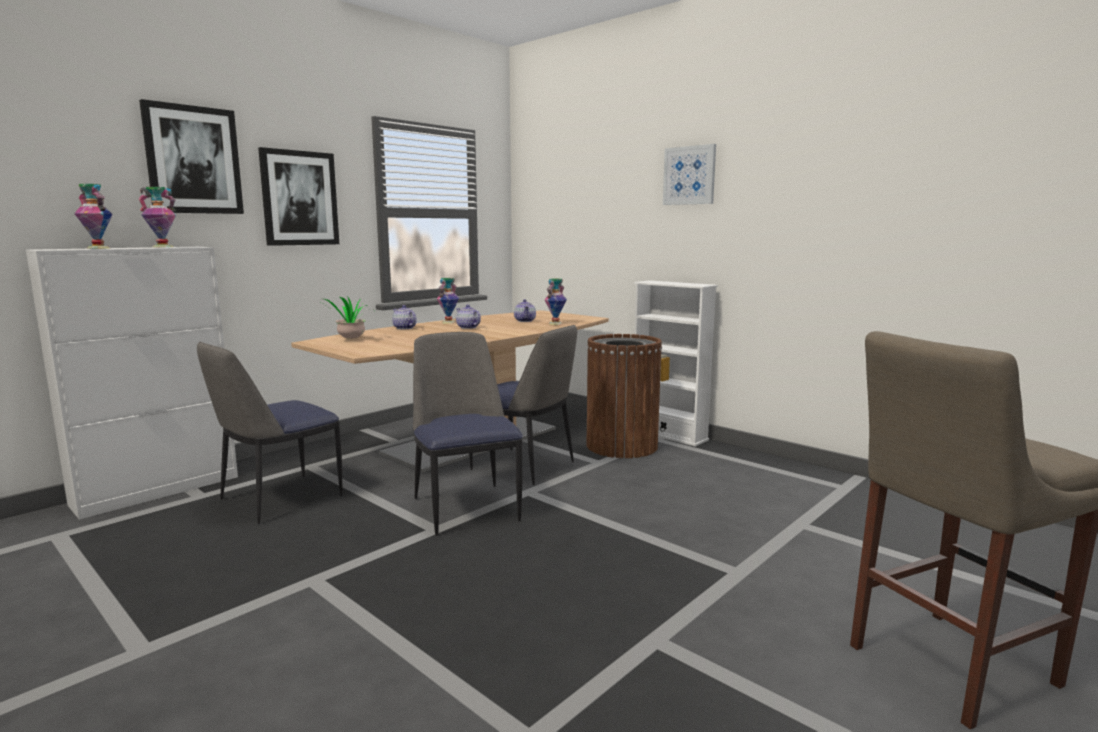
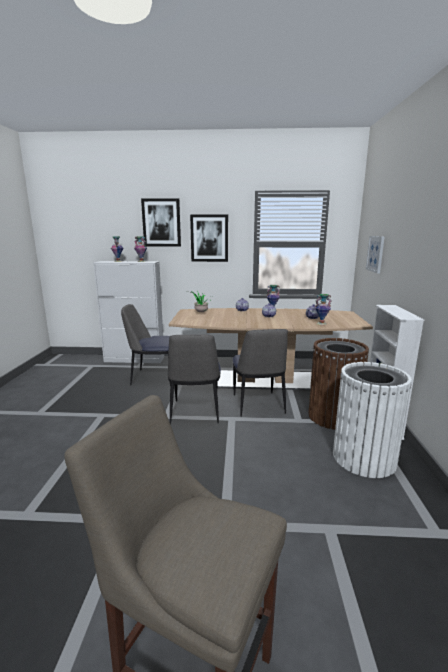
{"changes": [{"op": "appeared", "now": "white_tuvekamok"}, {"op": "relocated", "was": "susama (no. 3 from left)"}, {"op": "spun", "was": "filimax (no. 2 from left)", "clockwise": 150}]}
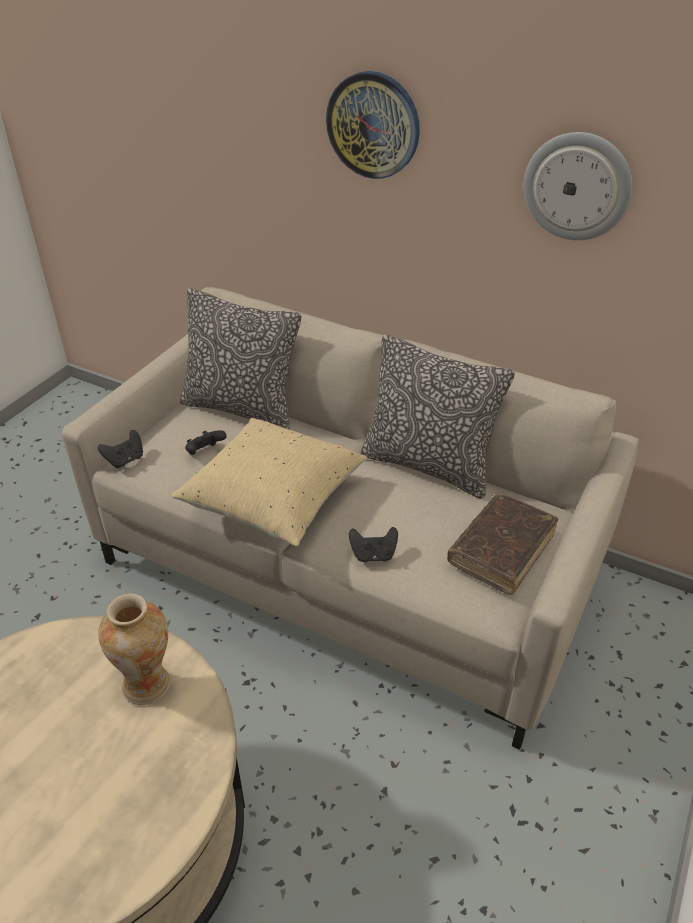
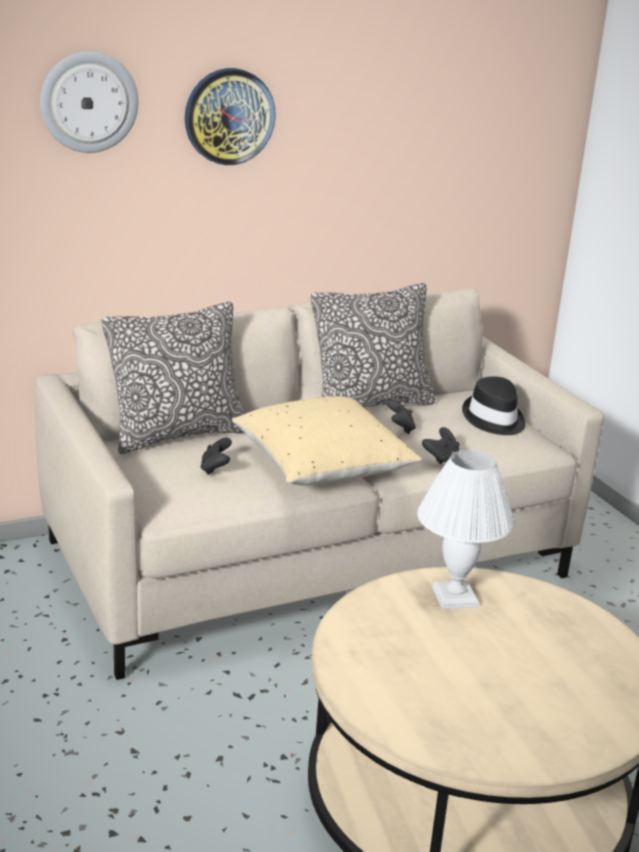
{"changes": [{"op": "relocated", "was": "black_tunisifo (no. 1 from left in the first image)", "now": "black_tunisifo (no. 2 from left)"}, {"op": "relocated", "was": "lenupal (no. 2 from left in the first image)", "now": "lenupal (no. 1 from left)"}, {"op": "exchanged", "was": "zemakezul", "now": "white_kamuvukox"}, {"op": "exchanged", "was": "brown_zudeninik", "now": "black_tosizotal"}]}
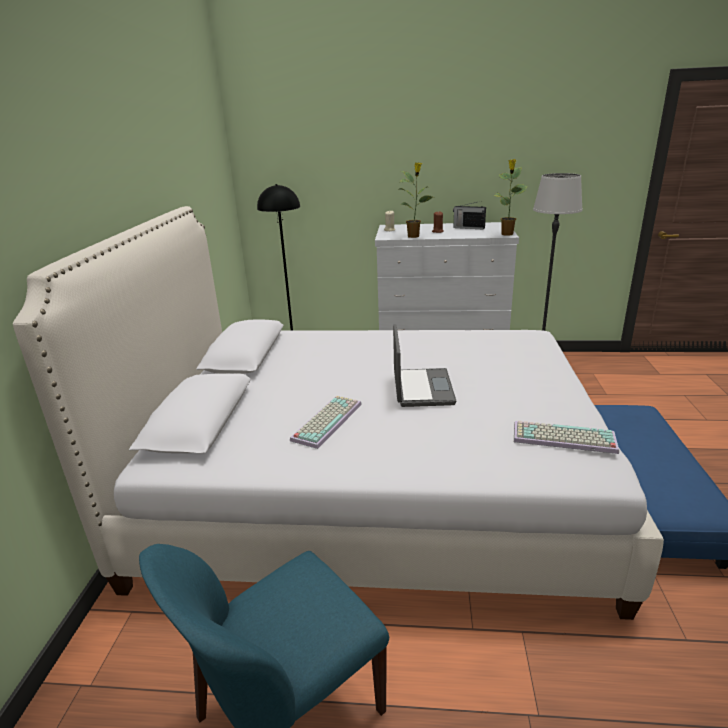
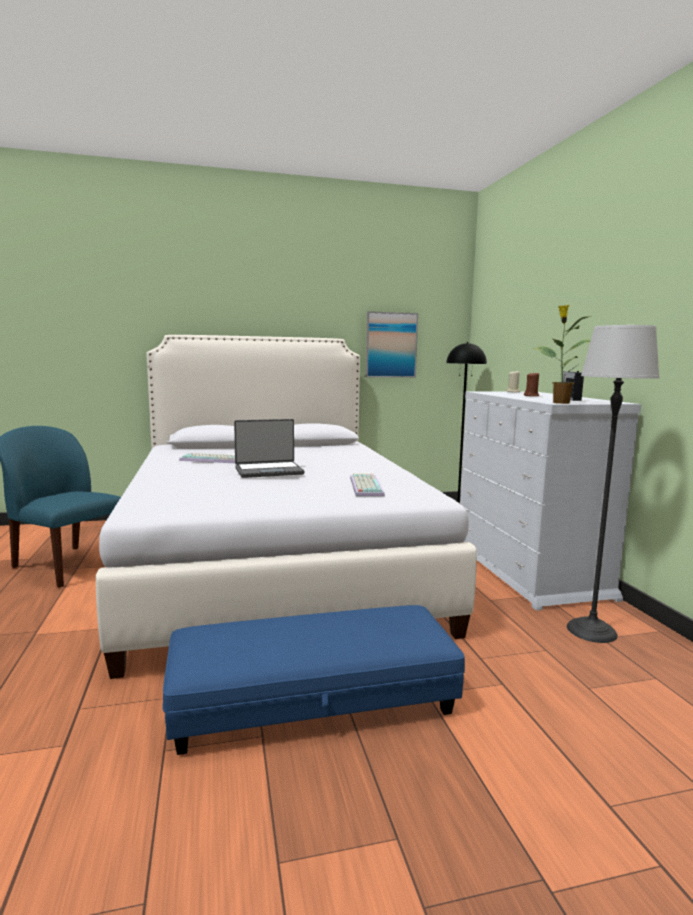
{"changes": [{"op": "missing", "was": "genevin (no. 1 from left)"}, {"op": "appeared", "now": "susama"}, {"op": "relocated", "was": "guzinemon (no. 2 from left)"}]}
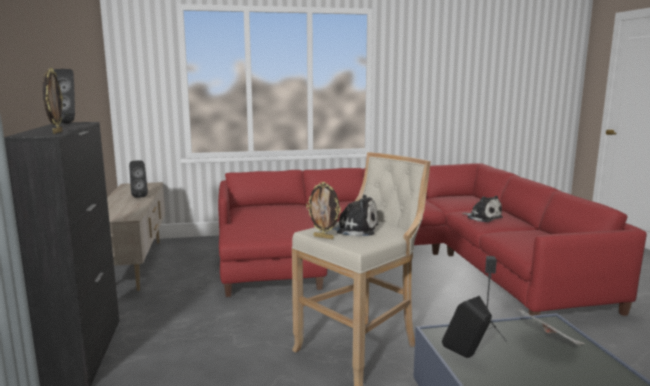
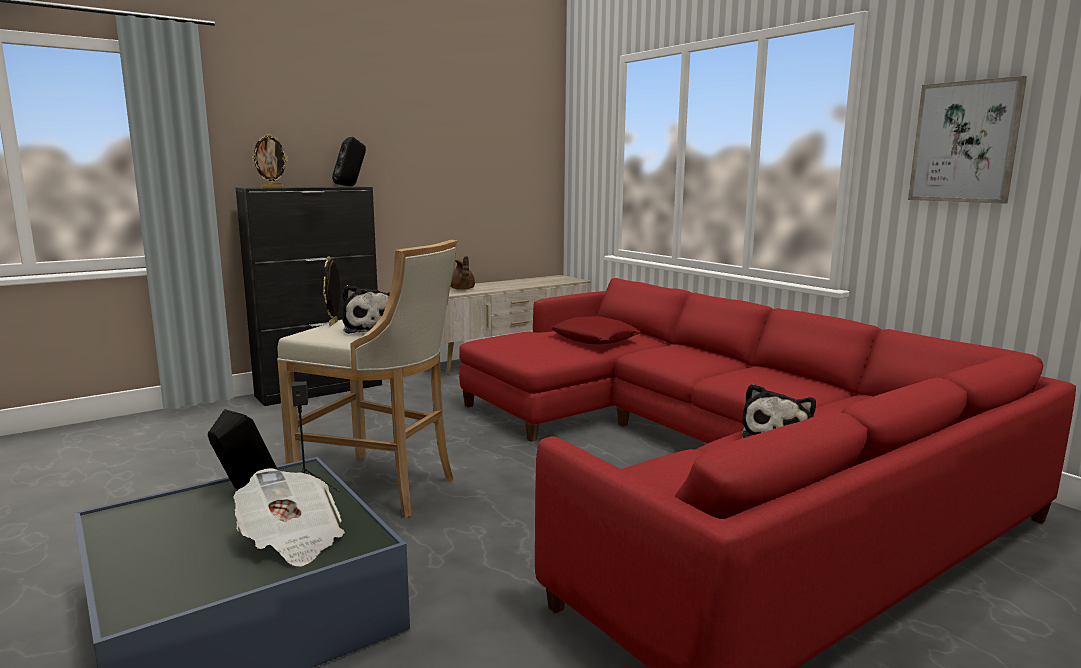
{"changes": [{"op": "missing", "was": "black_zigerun (no. 2 from left)"}, {"op": "appeared", "now": "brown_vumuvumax"}, {"op": "appeared", "now": "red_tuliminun"}, {"op": "appeared", "now": "susama"}]}
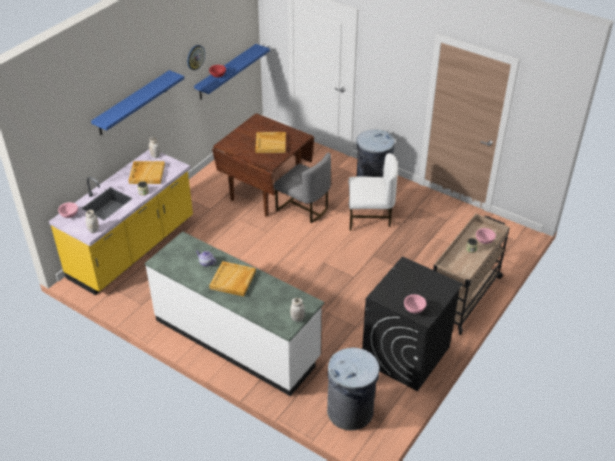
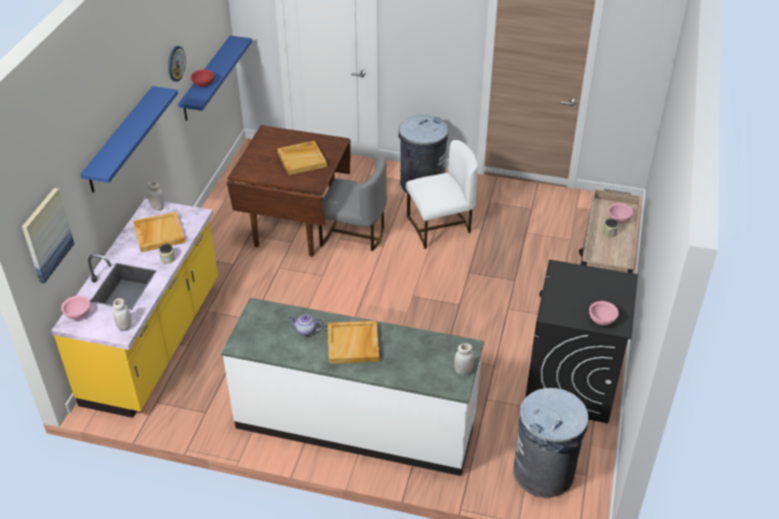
{"changes": [{"op": "appeared", "now": "susama"}]}
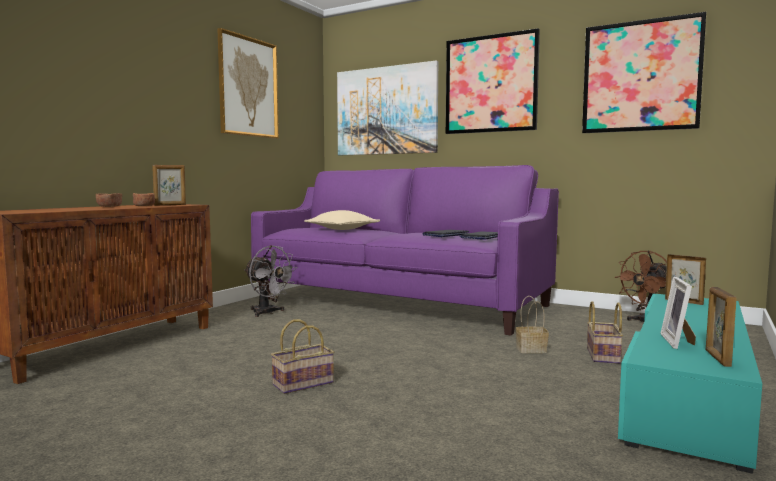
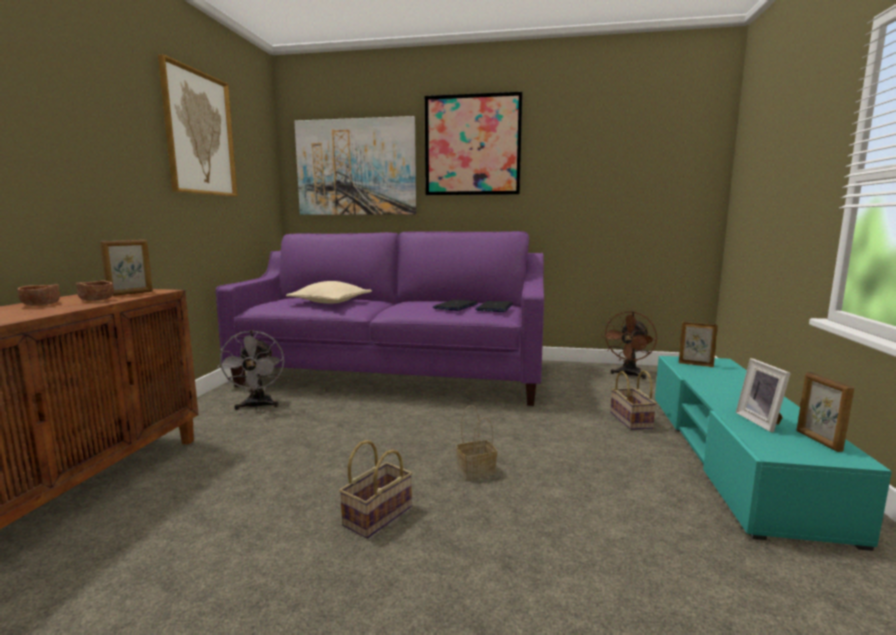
{"changes": [{"op": "missing", "was": "susama (no. 4 from left)"}, {"op": "relocated", "was": "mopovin (no. 2 from left)"}, {"op": "spun", "was": "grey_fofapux", "clockwise": 60}]}
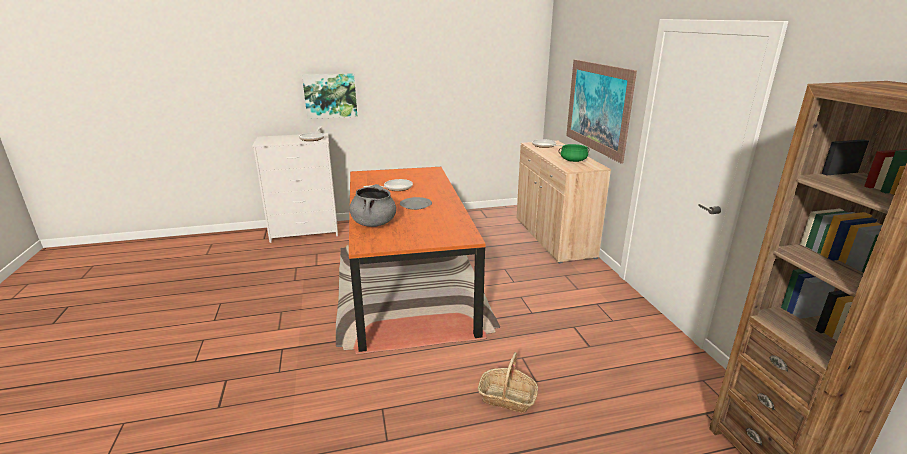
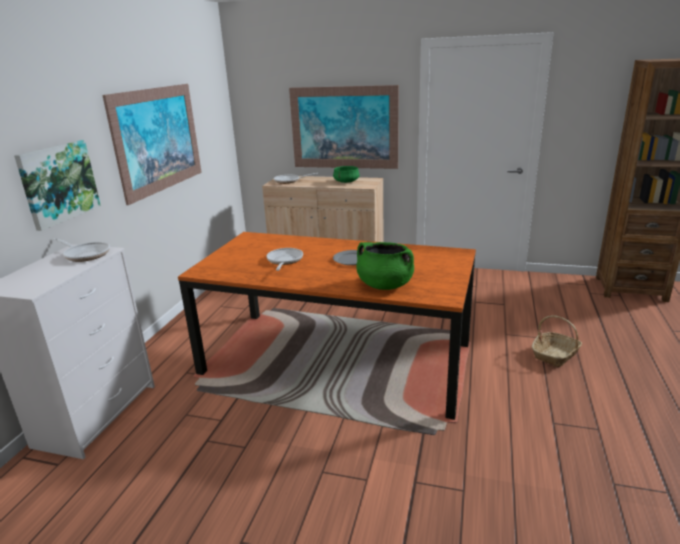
{"changes": [{"op": "appeared", "now": "susama (no. 2 from left)"}, {"op": "colour", "was": "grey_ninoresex", "now": "green_ninoresex (no. 2 from left)"}]}
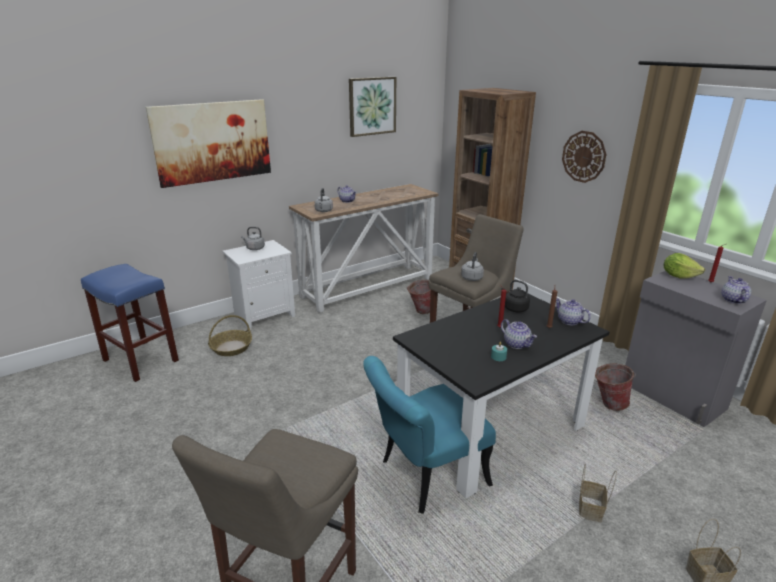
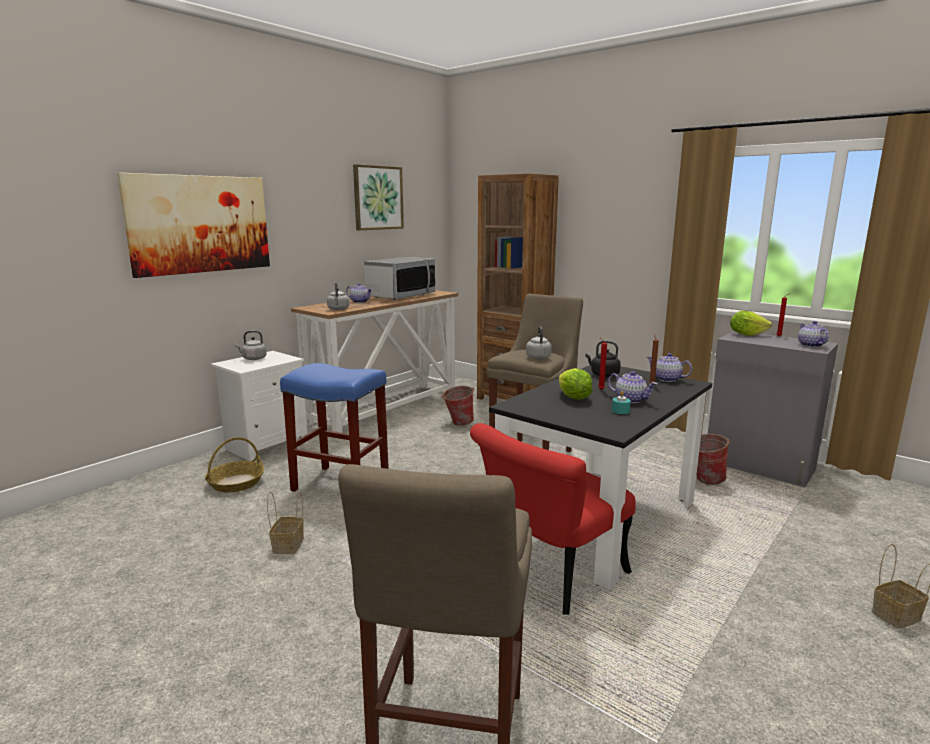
{"changes": [{"op": "missing", "was": "lenupal"}, {"op": "appeared", "now": "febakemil"}, {"op": "appeared", "now": "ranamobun (no. 1 from left)"}, {"op": "relocated", "was": "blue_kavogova"}, {"op": "relocated", "was": "mopovin (no. 2 from left)"}, {"op": "colour", "was": "turquoise_filimax", "now": "red_filimax"}]}
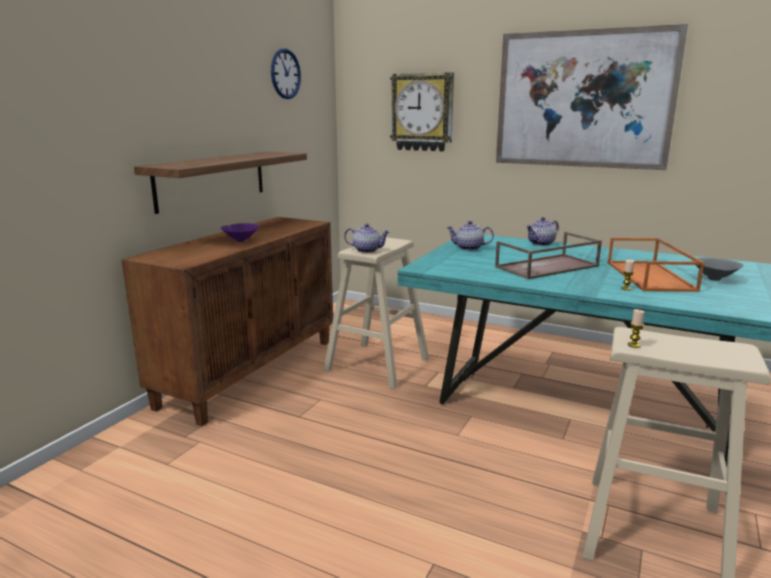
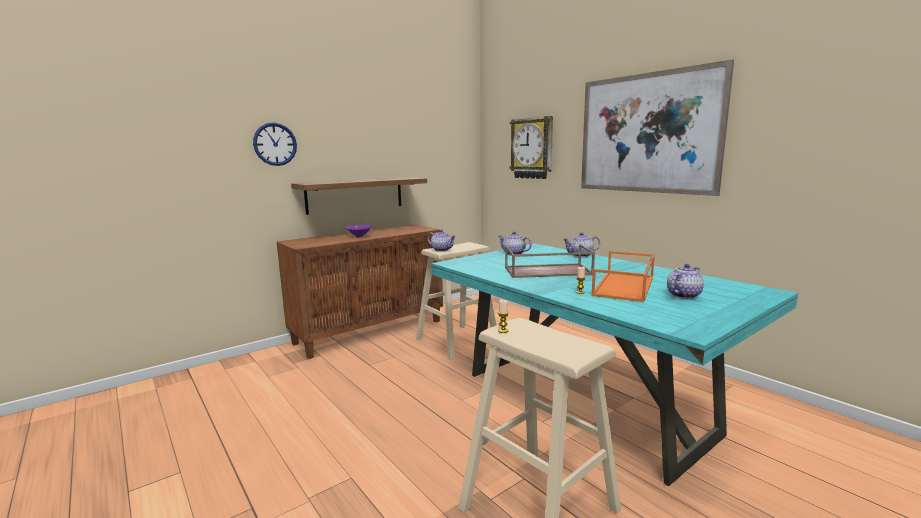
{"changes": [{"op": "relocated", "was": "lenupal (no. 1 from left)"}, {"op": "exchanged", "was": "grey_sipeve", "now": "vumuvumax (no. 4 from left)"}]}
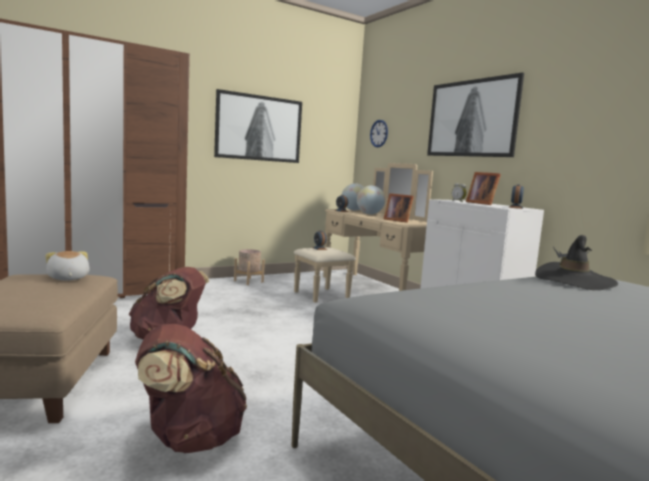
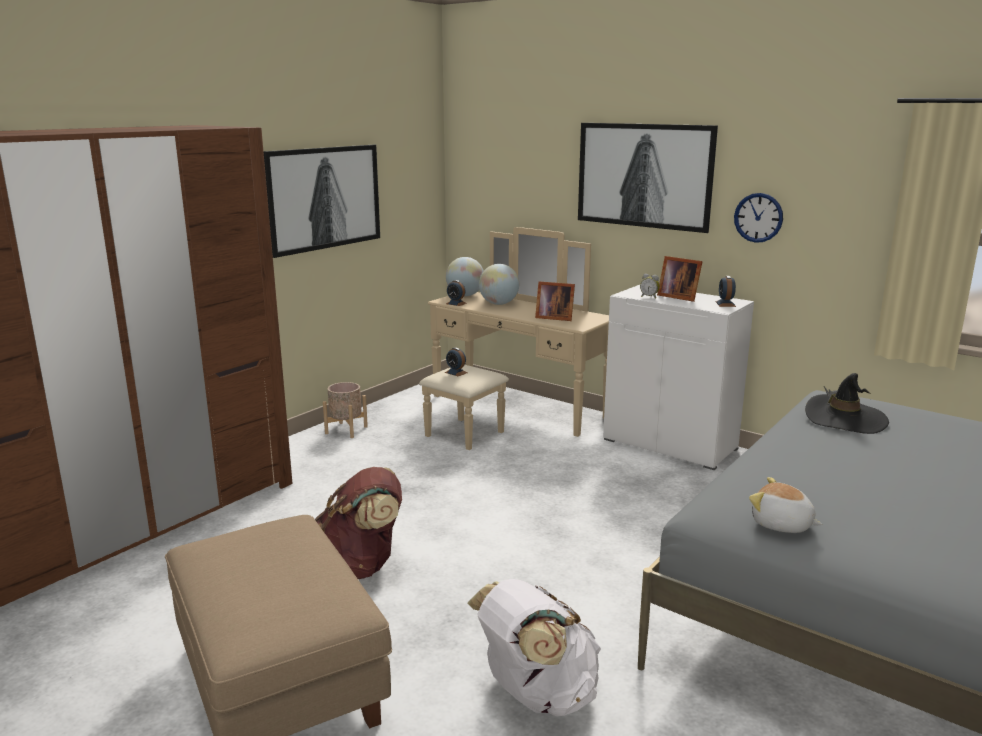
{"changes": [{"op": "relocated", "was": "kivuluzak"}, {"op": "relocated", "was": "lenupal"}, {"op": "colour", "was": "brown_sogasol (no. 2 from left)", "now": "white_sogasol"}]}
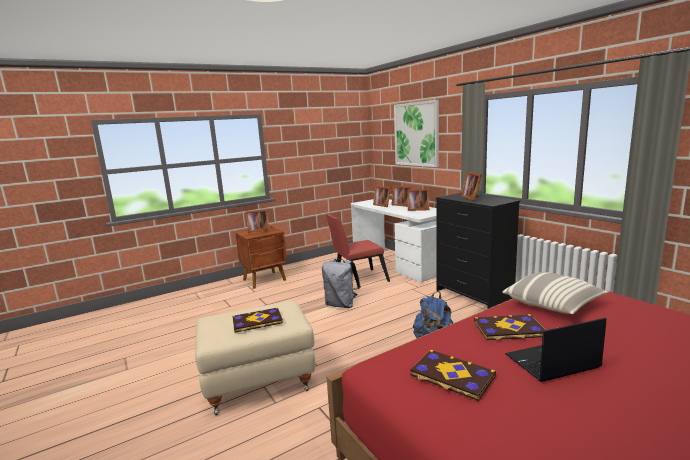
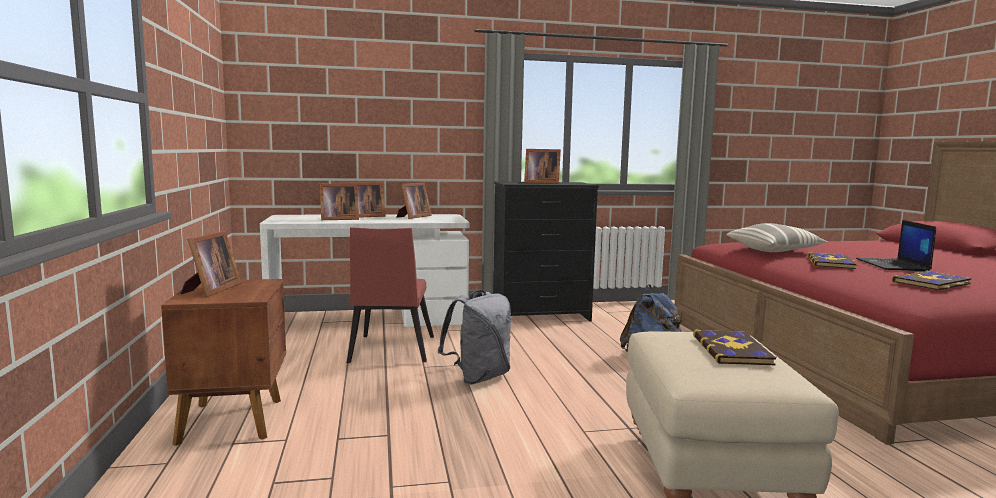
{"changes": [{"op": "missing", "was": "susama"}]}
